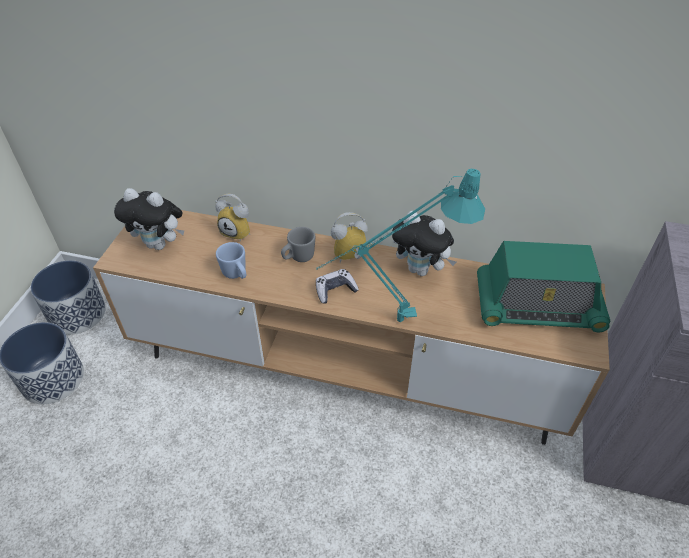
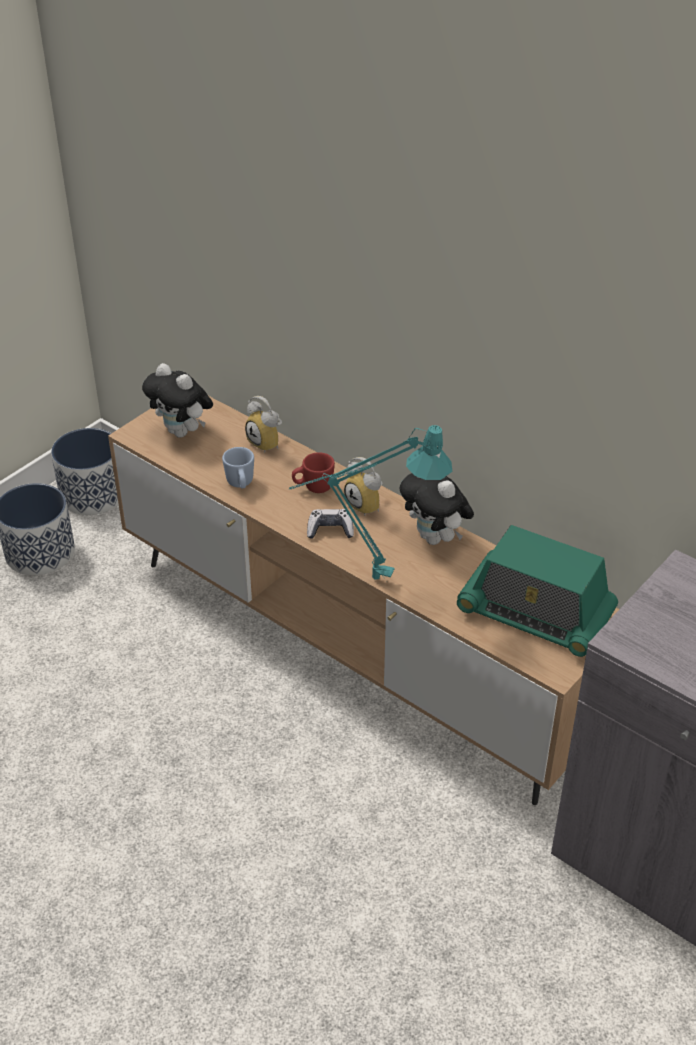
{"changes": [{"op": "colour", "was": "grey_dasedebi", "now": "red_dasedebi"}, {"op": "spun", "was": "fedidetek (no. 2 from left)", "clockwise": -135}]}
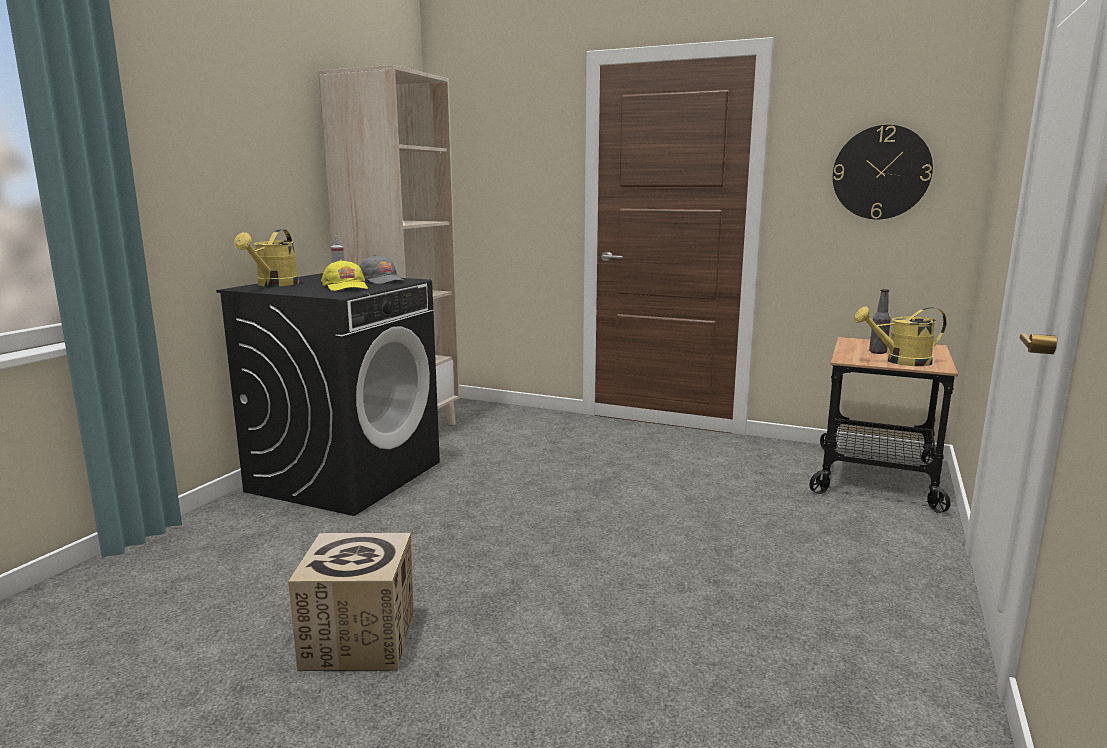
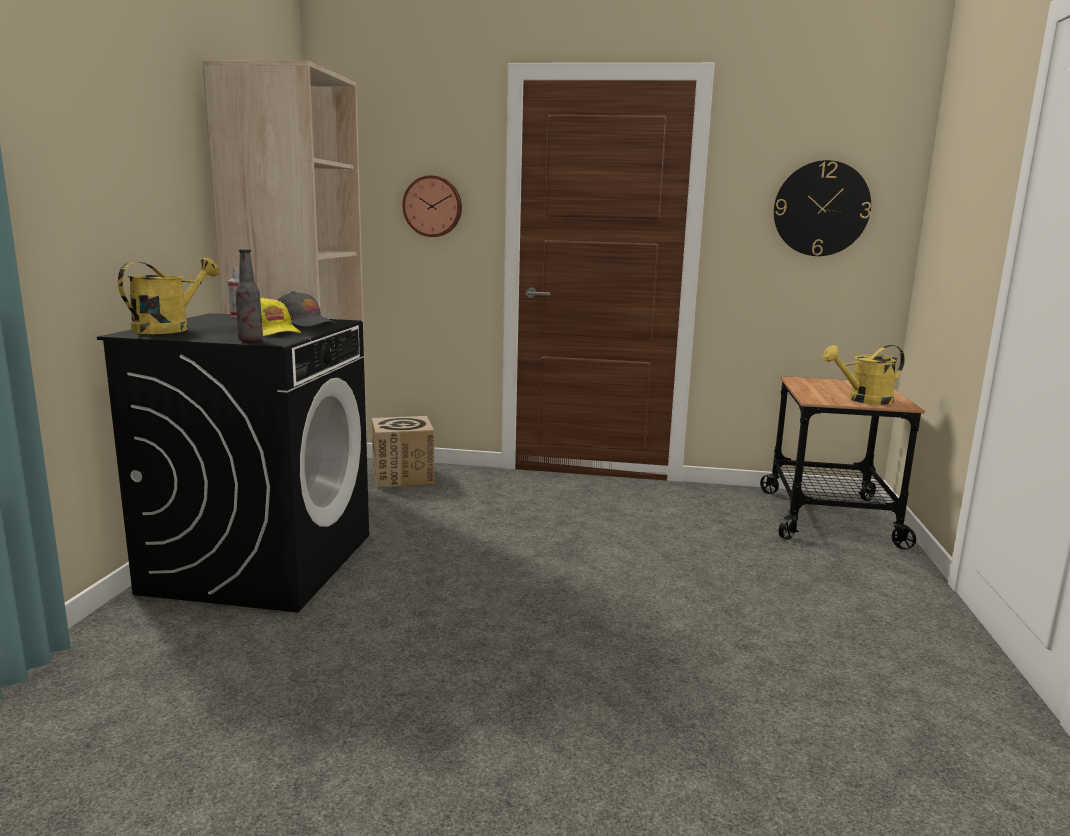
{"changes": [{"op": "appeared", "now": "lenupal (no. 1 from left)"}, {"op": "relocated", "was": "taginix"}, {"op": "relocated", "was": "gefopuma"}, {"op": "spun", "was": "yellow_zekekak (no. 1 from left)", "clockwise": -150}]}
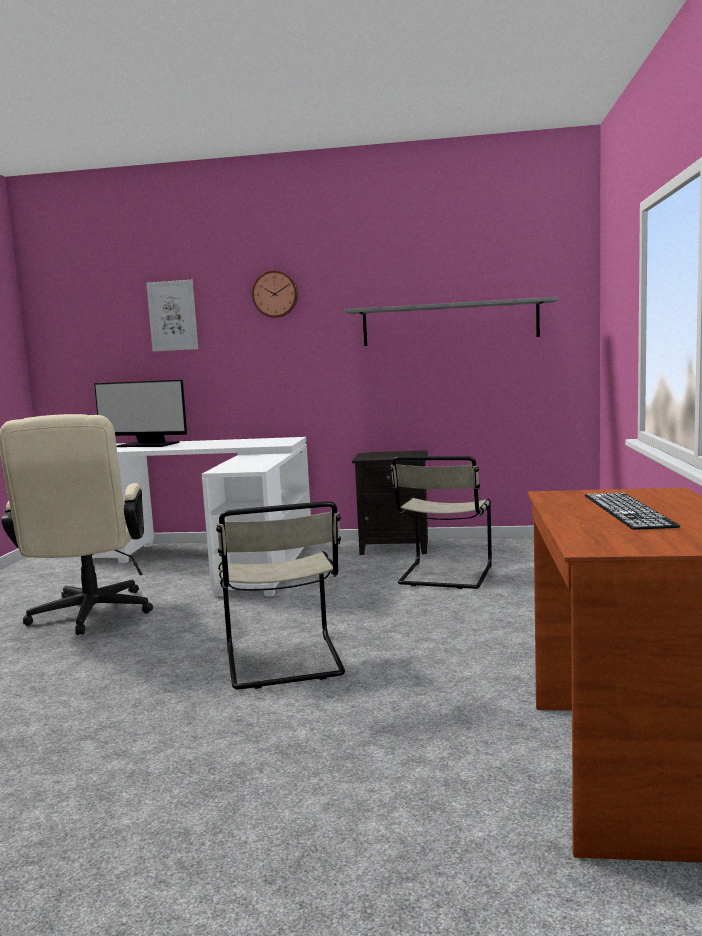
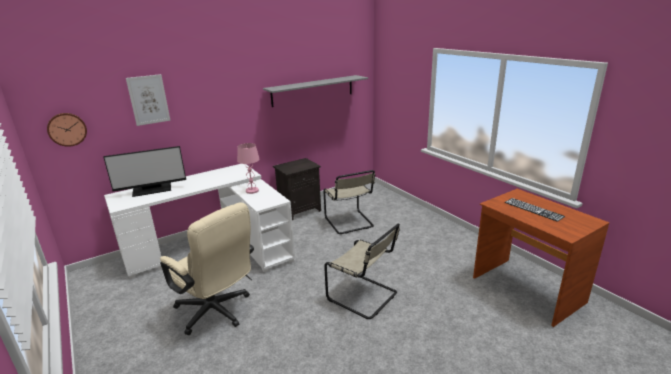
{"changes": [{"op": "appeared", "now": "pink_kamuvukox"}, {"op": "relocated", "was": "lenupal"}]}
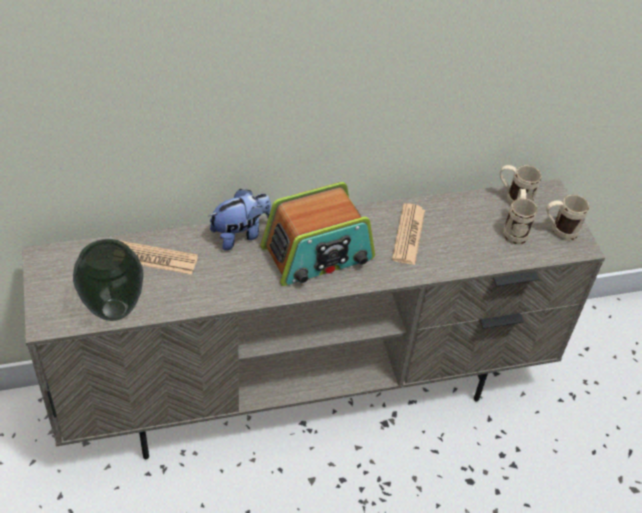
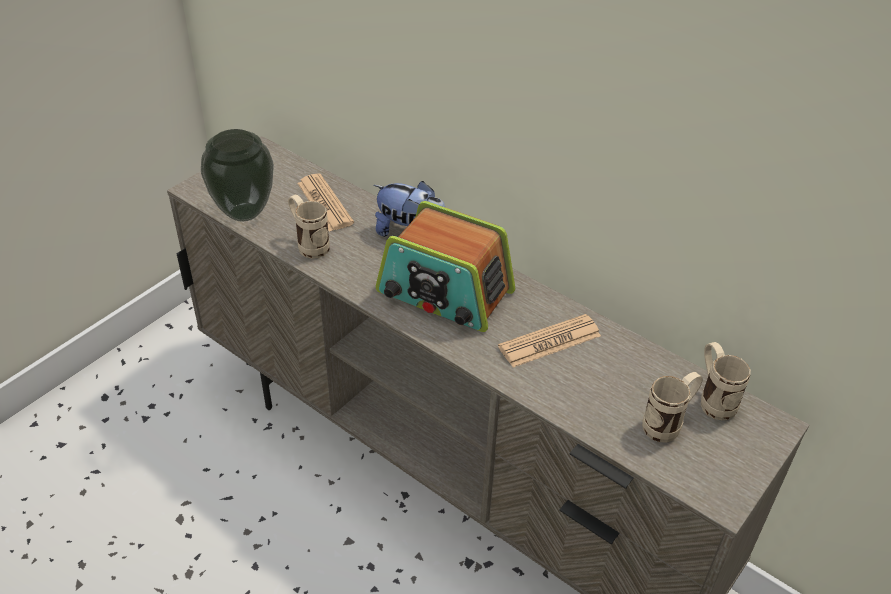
{"changes": [{"op": "relocated", "was": "beige_dasedebi (no. 3 from left in the first image)", "now": "beige_dasedebi (no. 1 from left)"}]}
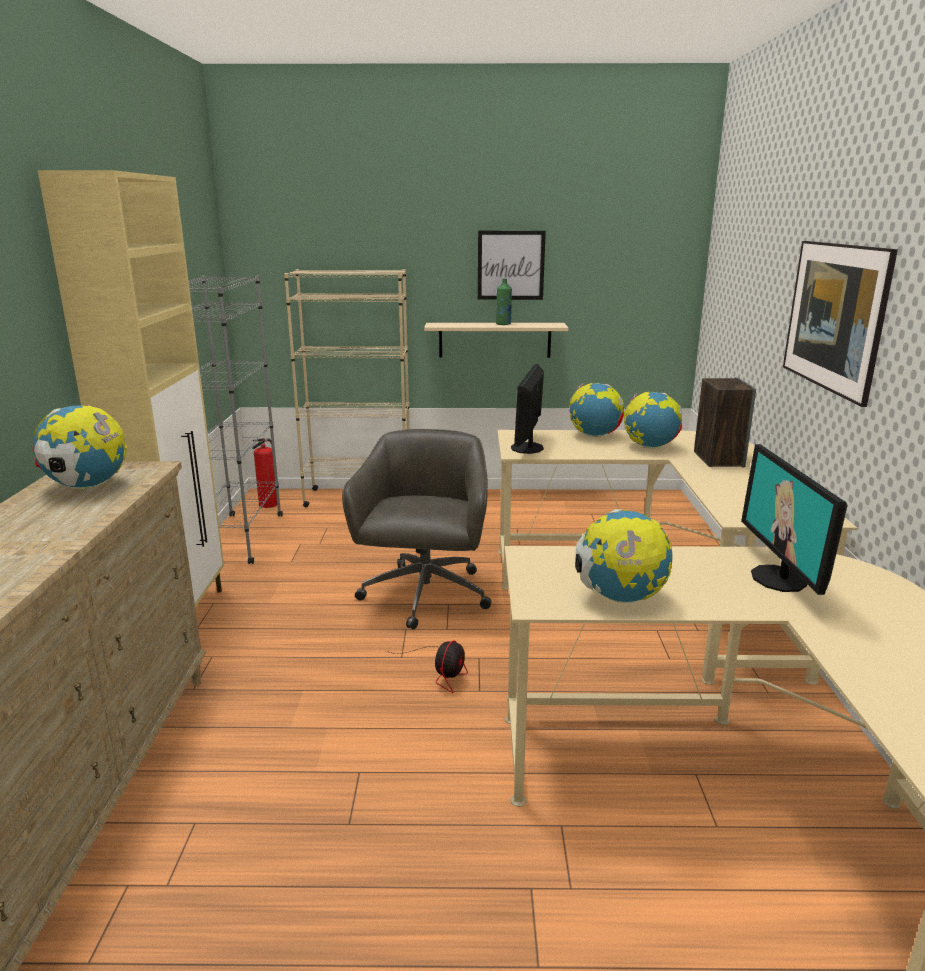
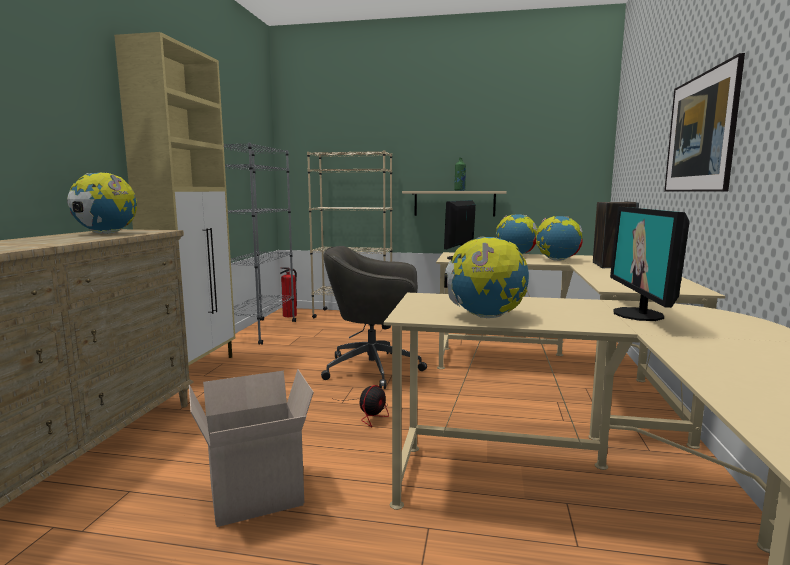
{"changes": [{"op": "missing", "was": "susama (no. 1 from left)"}, {"op": "appeared", "now": "taginix"}, {"op": "spun", "was": "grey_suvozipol", "clockwise": -105}]}
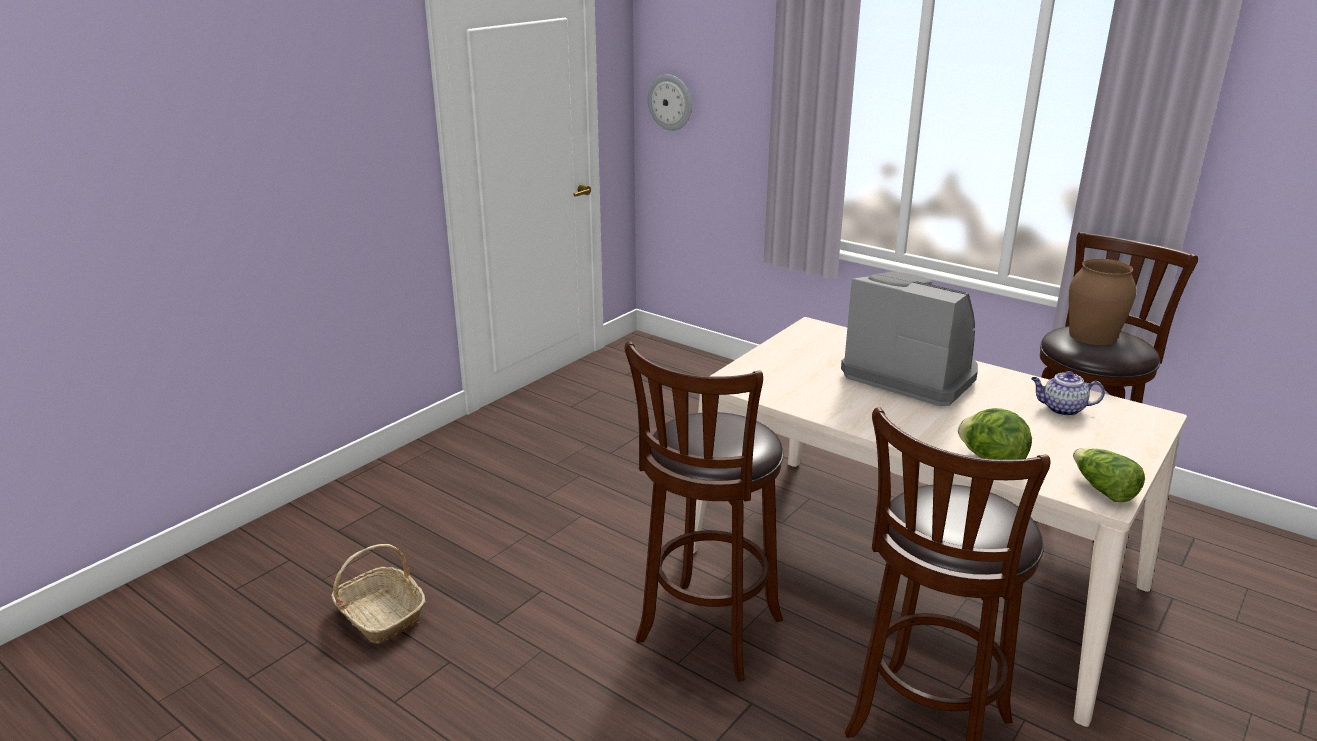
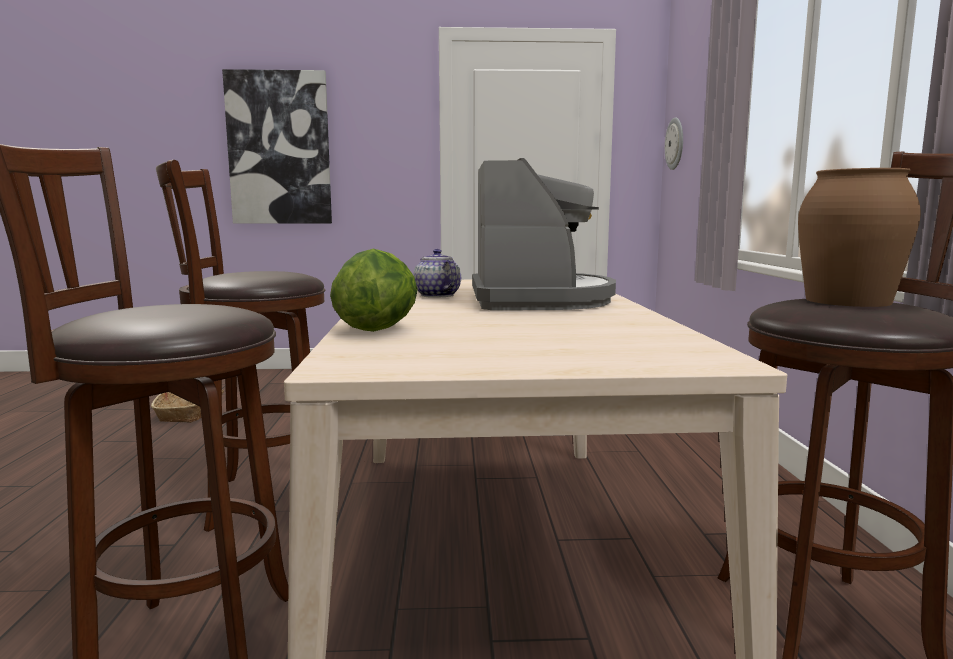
{"changes": [{"op": "missing", "was": "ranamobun (no. 2 from left)"}, {"op": "appeared", "now": "susama"}, {"op": "relocated", "was": "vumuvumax"}]}
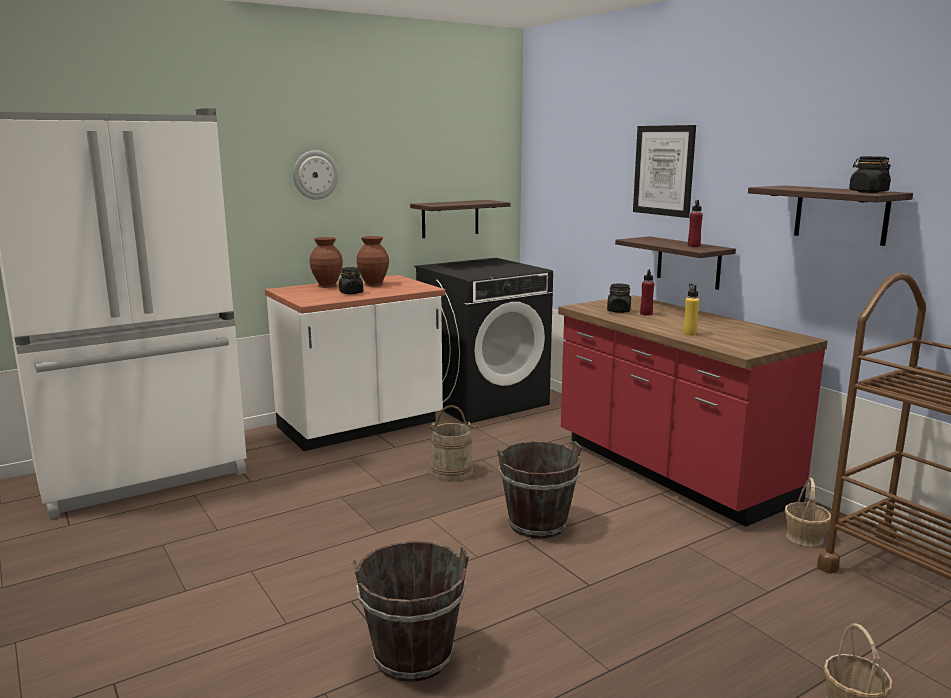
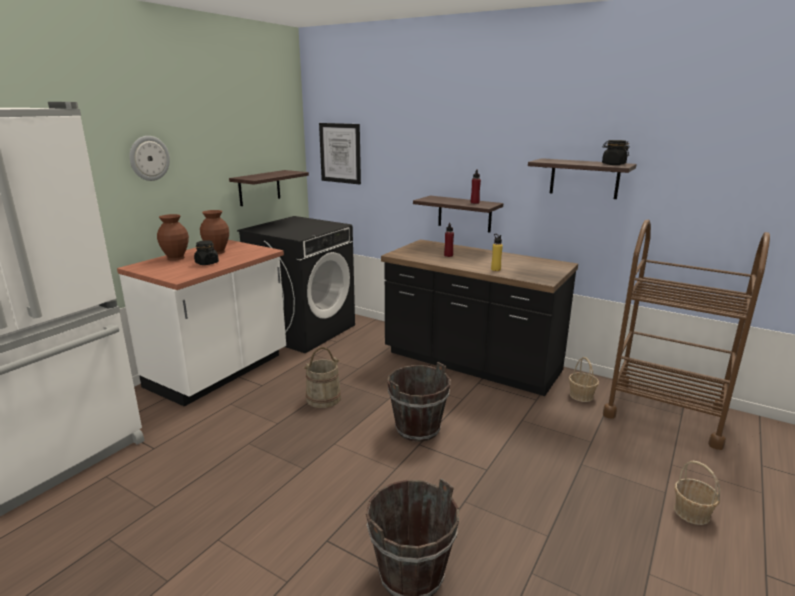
{"changes": [{"op": "missing", "was": "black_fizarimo (no. 2 from left)"}, {"op": "relocated", "was": "susama"}, {"op": "colour", "was": "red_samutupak", "now": "black_samutupak"}]}
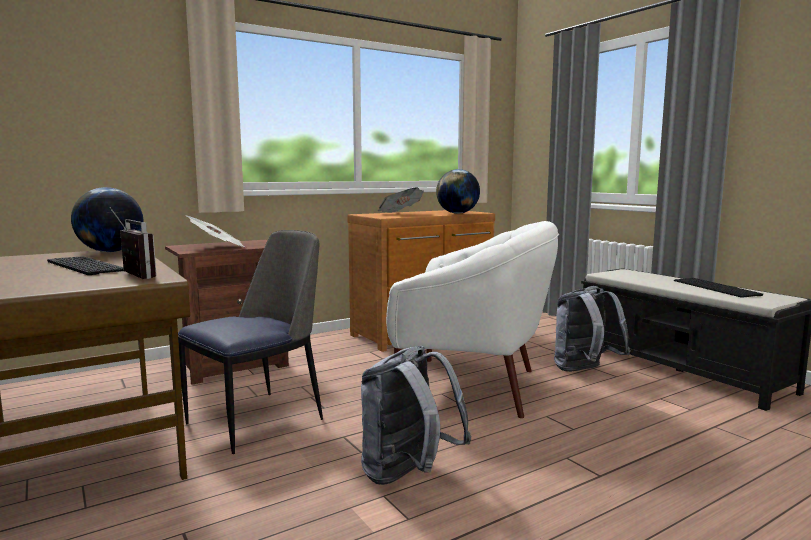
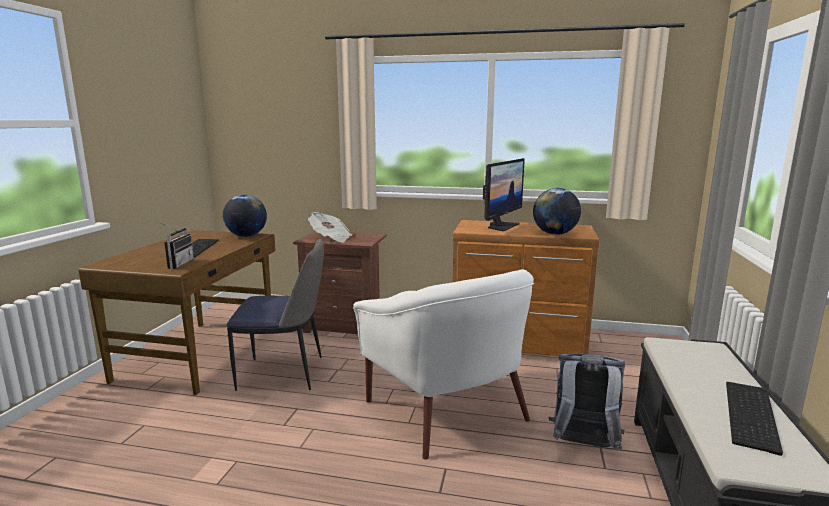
{"changes": [{"op": "missing", "was": "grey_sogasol (no. 1 from left)"}, {"op": "exchanged", "was": "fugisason (no. 2 from left)", "now": "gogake"}]}
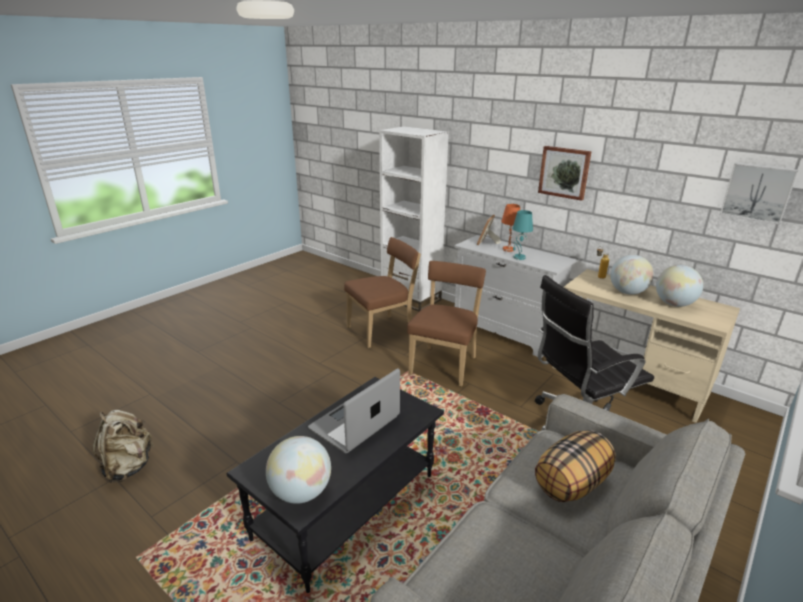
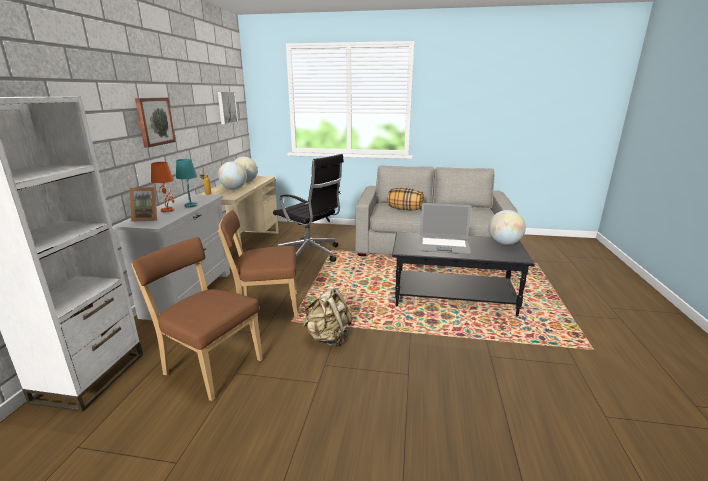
{"changes": [{"op": "relocated", "was": "beige_sogasol"}]}
